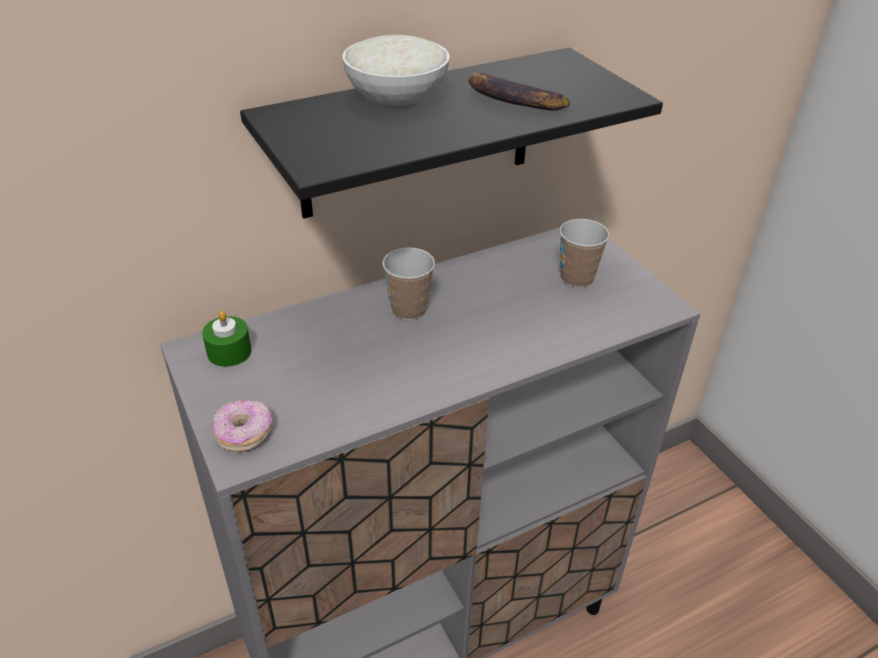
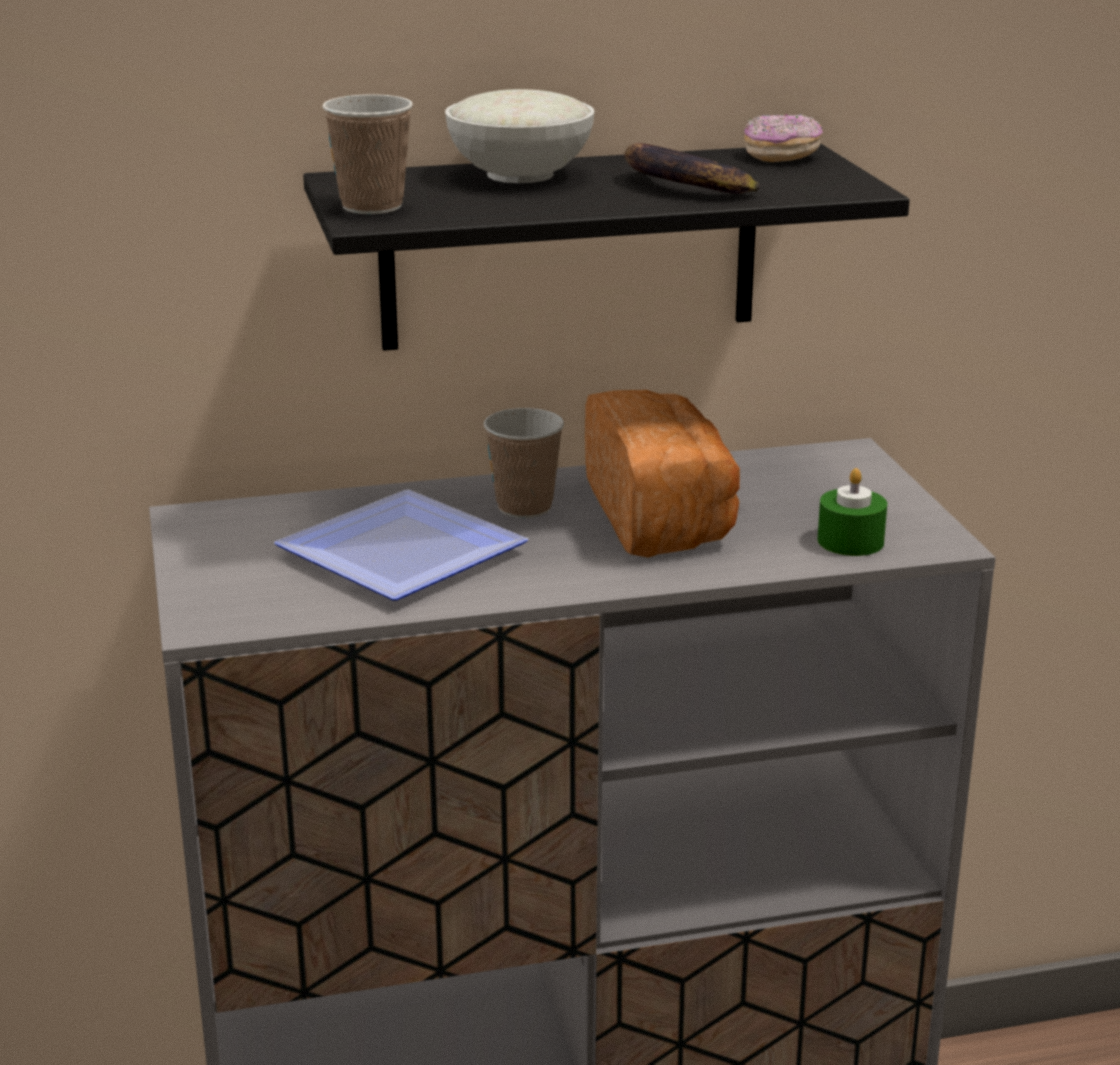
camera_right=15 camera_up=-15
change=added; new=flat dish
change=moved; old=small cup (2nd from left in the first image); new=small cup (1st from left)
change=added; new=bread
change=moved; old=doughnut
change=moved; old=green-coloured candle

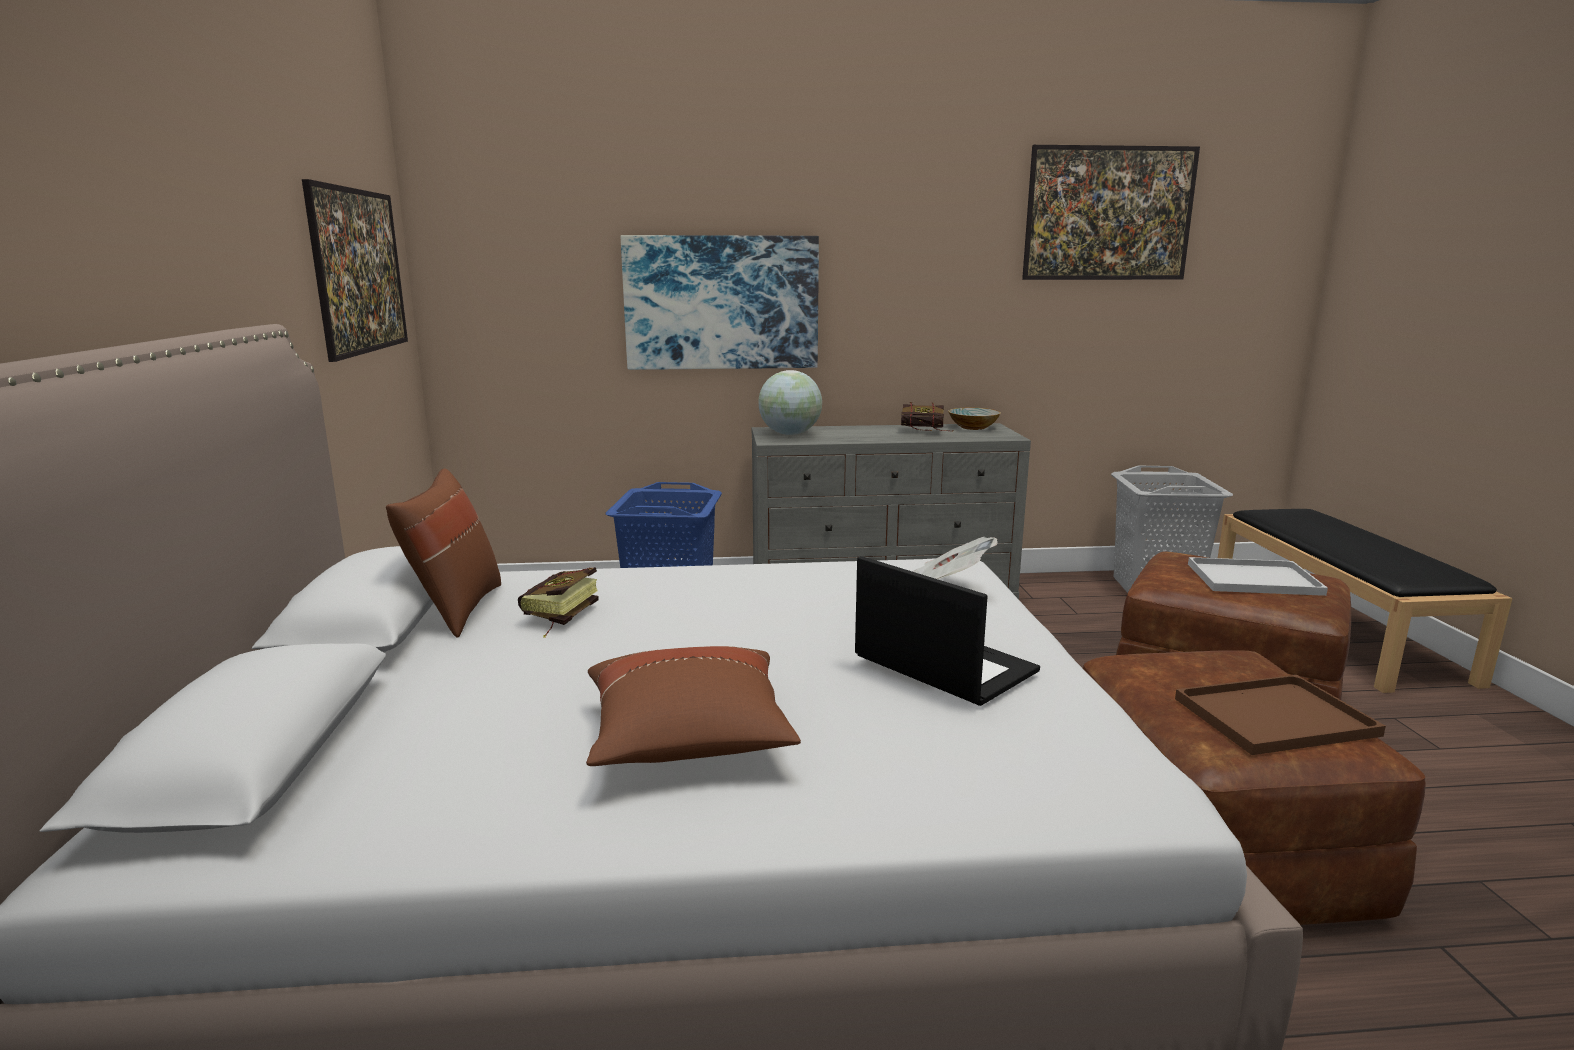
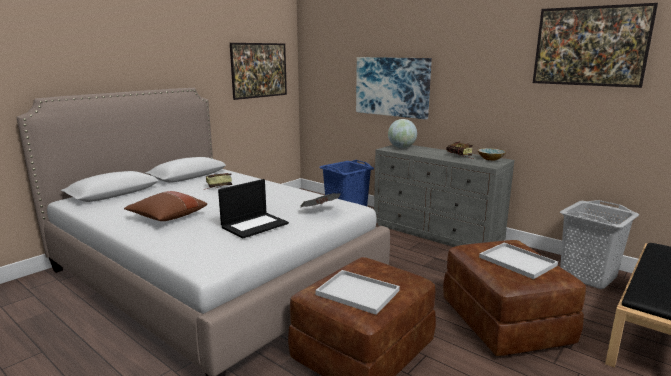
camera_right=45 camera_up=0
change=turned; old=portable computer; degrees=45
change=recoloured; old=brown-coloured serving tray; new=whitish serving tray (1st from left)
change=removed; old=brown-coloured pillow (1st from left)

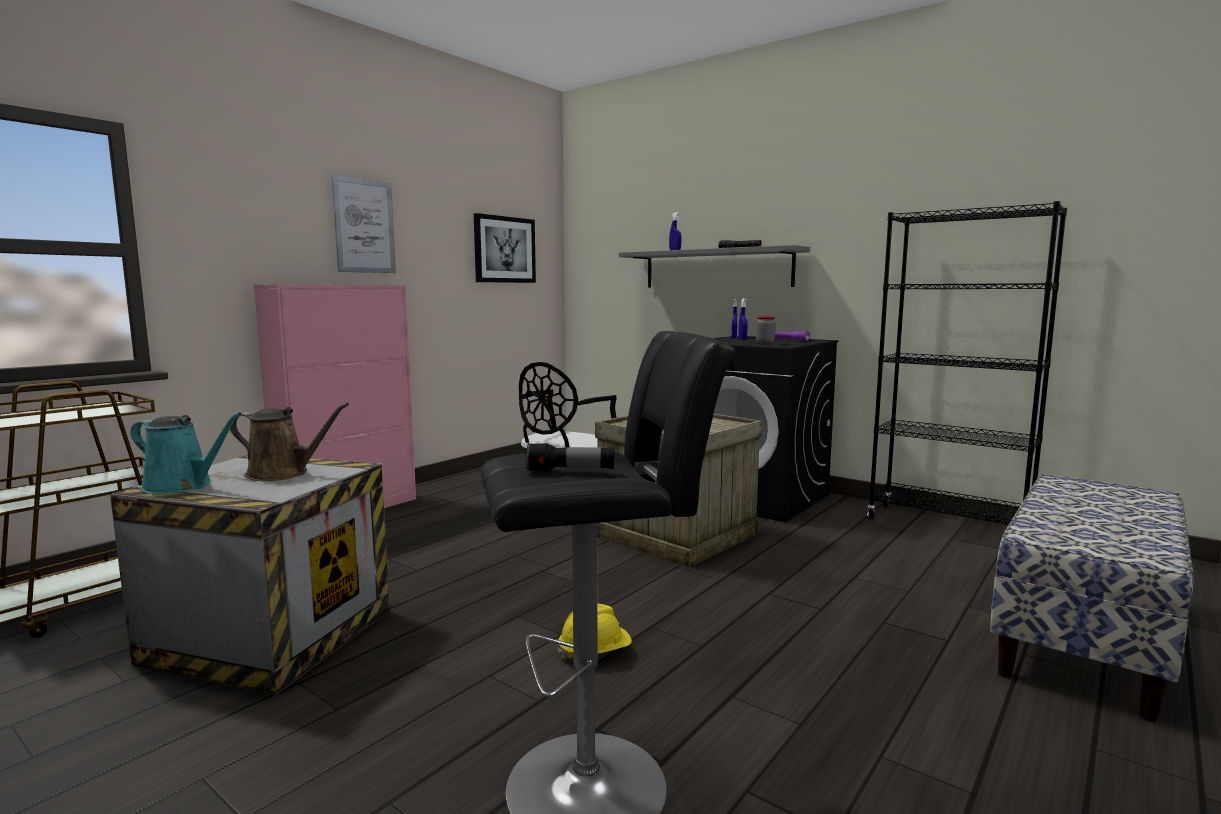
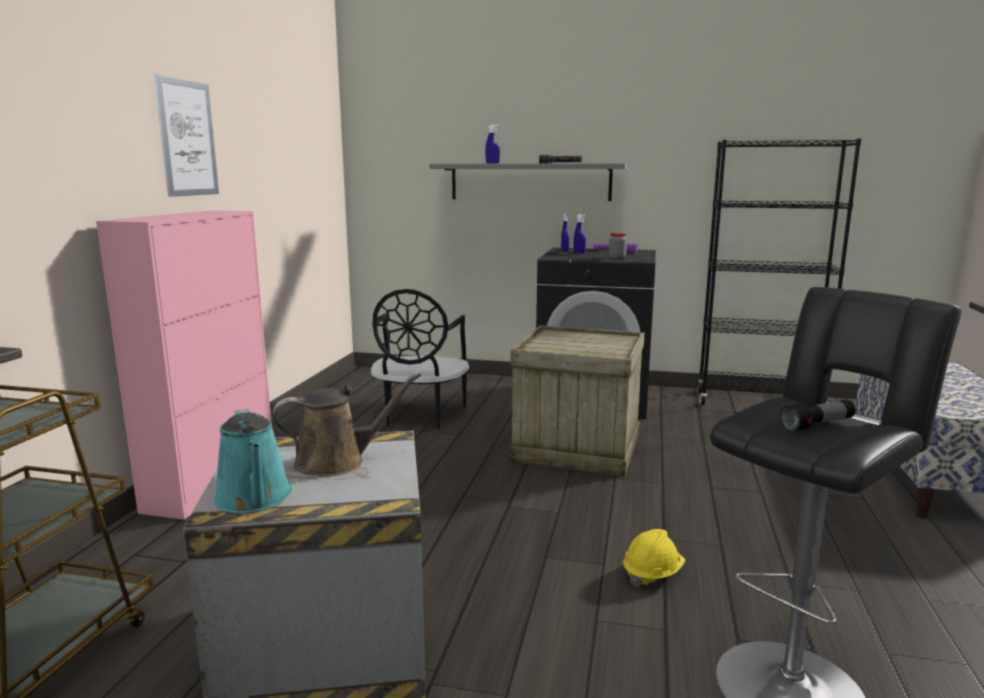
camera_right=-25 camera_up=5
change=turned; old=turquoise sprinkling can; degrees=75
change=removed; old=wall picture (2nd from left)

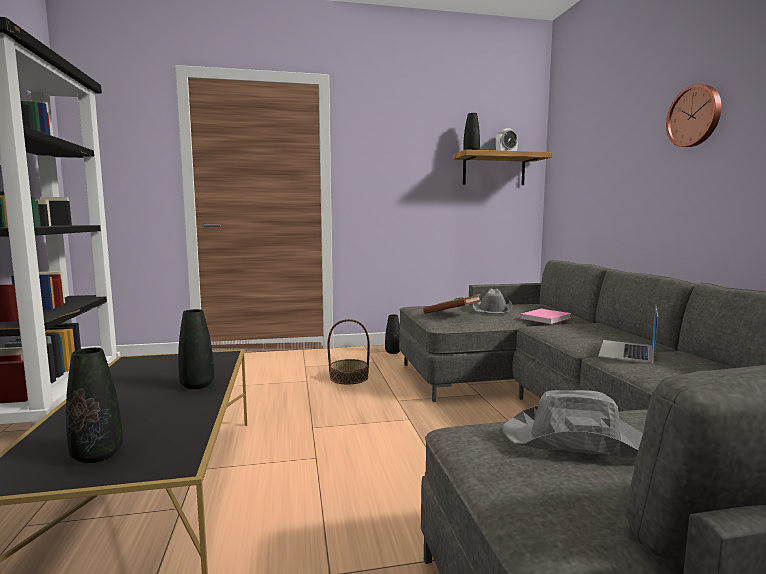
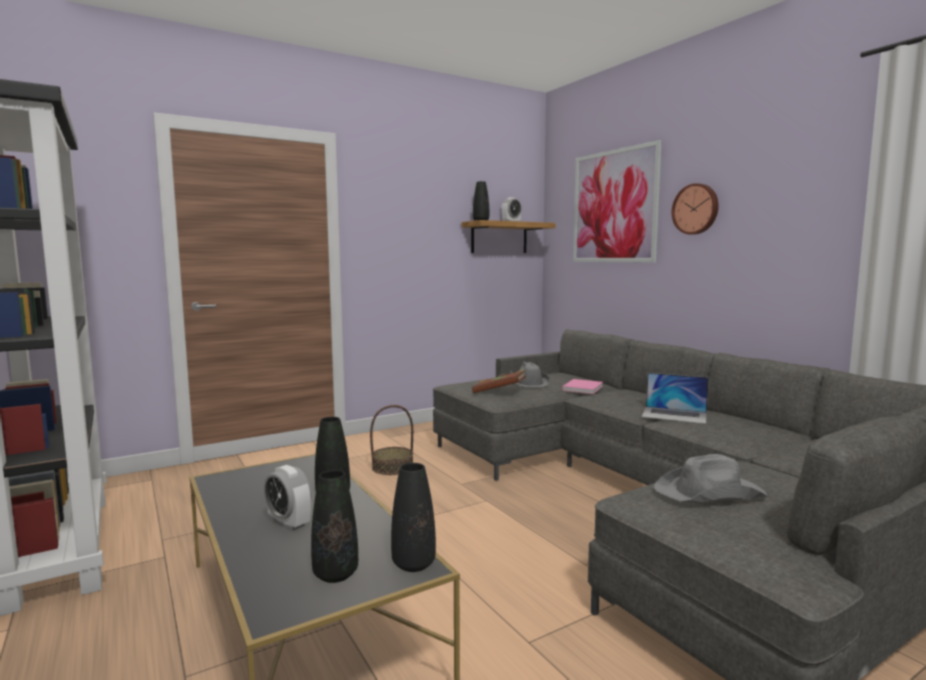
camera_right=-20 camera_up=0
change=added; new=bedside clock (1st from left)
change=moved; old=black vase (3rd from left)
change=added; new=wall picture
change=turned; old=portable computer; degrees=-75

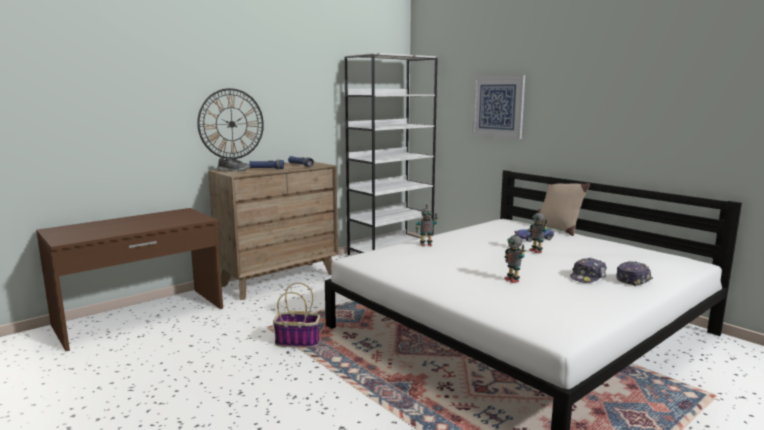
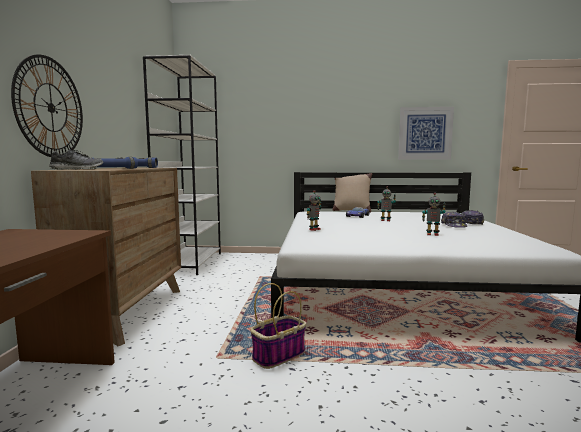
camera_right=-45 camera_up=-5
change=moved; old=wall picture

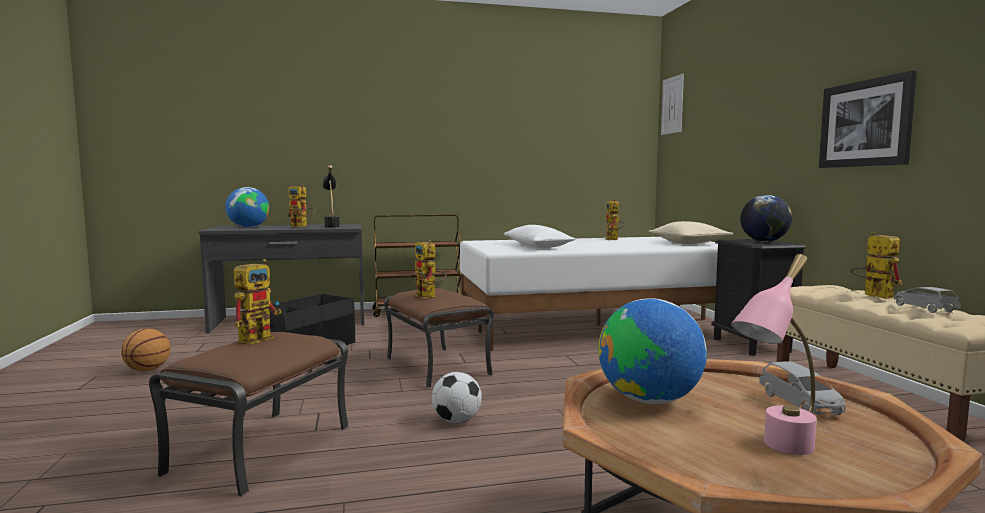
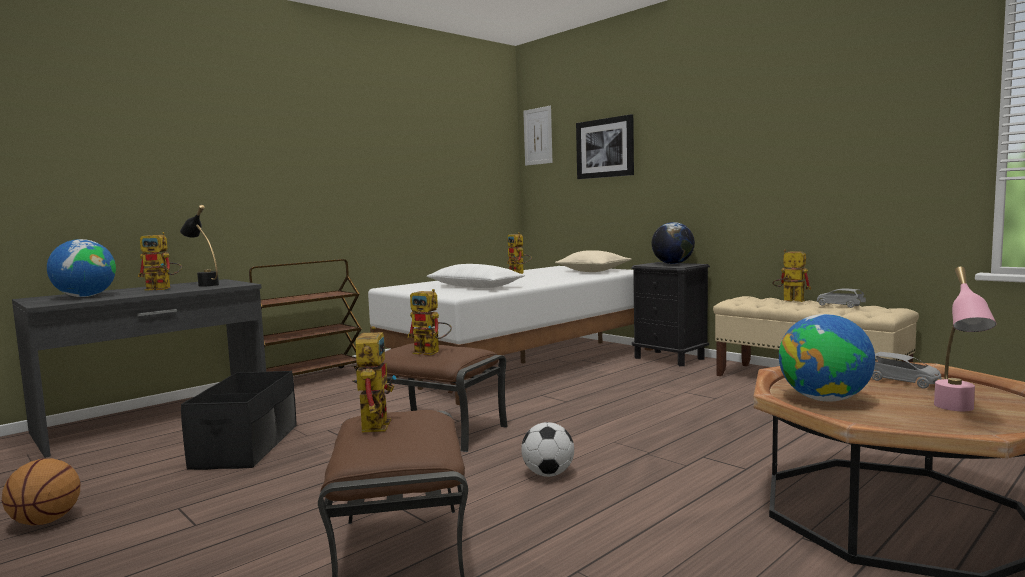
camera_right=-30 camera_up=0
change=moved; old=wall picture (2nd from left)

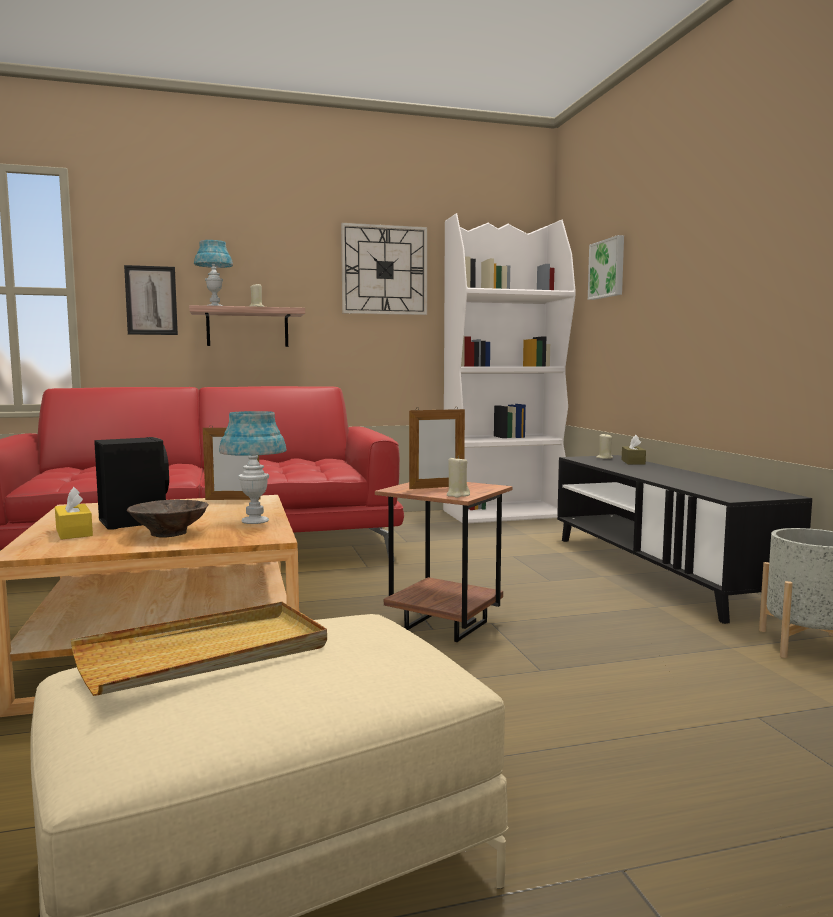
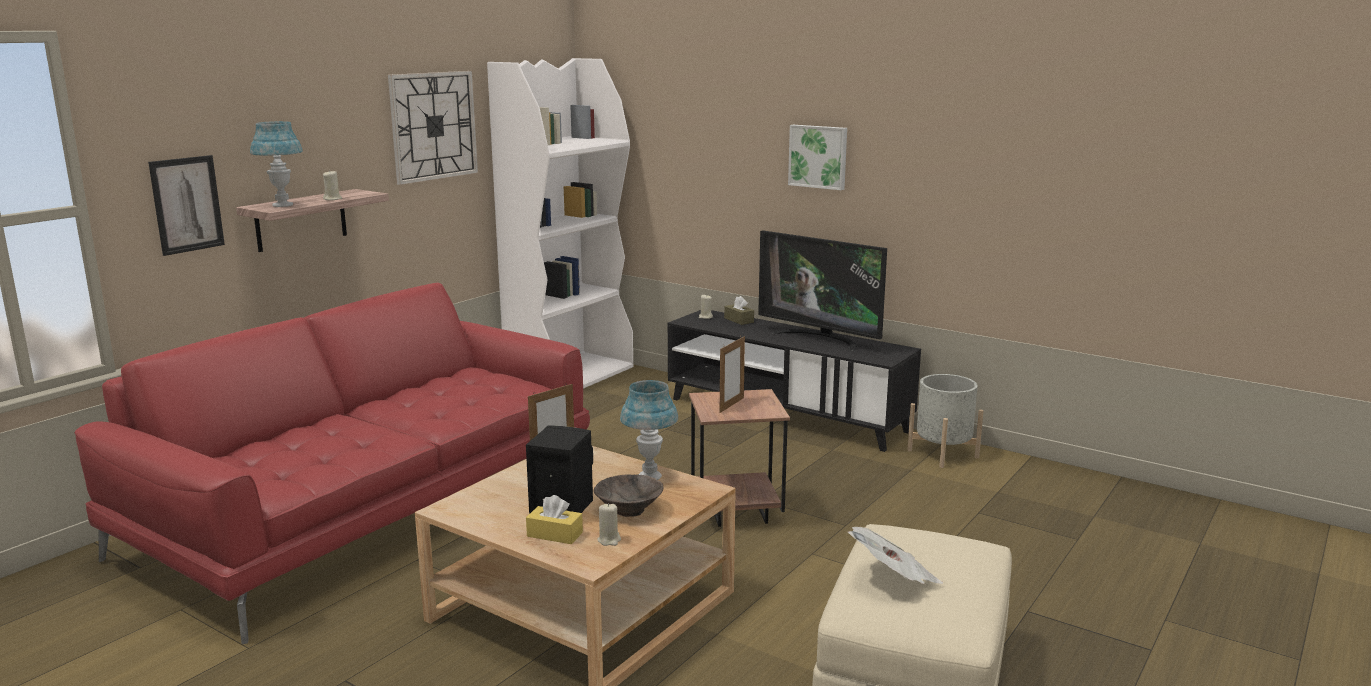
camera_right=-40 camera_up=10
change=moved; old=beige-coloured candle (2nd from left)
change=added; new=television
change=moved; old=wall picture (2nd from left)
change=replaced; old=beige-coloured serving tray; new=printed paper

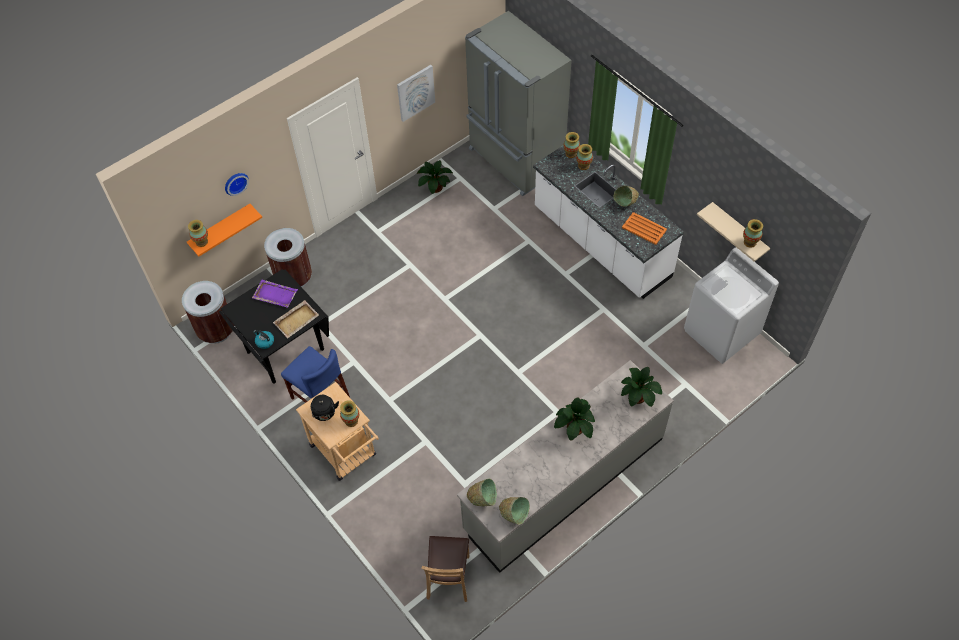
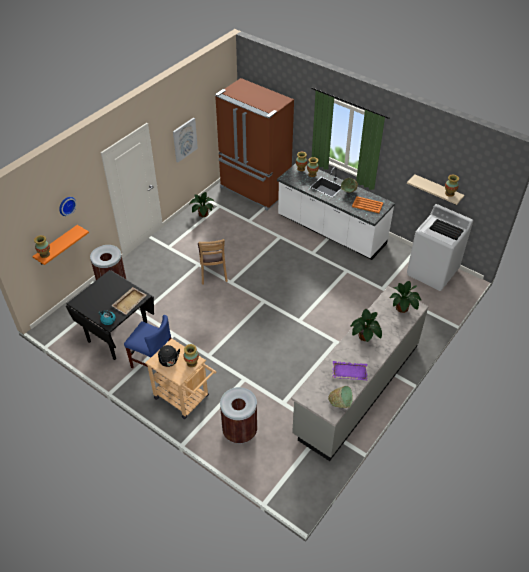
camera_right=-15 camera_up=-10
change=moved; old=brown-coloured upright chair
change=recoloured; old=greyish refrigerator; new=brown-coloured refrigerator
change=moved; old=brown-coloured waste bin (1st from left in the first image); new=brown-coloured waste bin (2nd from left)
change=moved; old=purple-coloured serving tray
change=added; new=black serving tray
change=removed; old=green-coloured serving bowl (1st from left)

